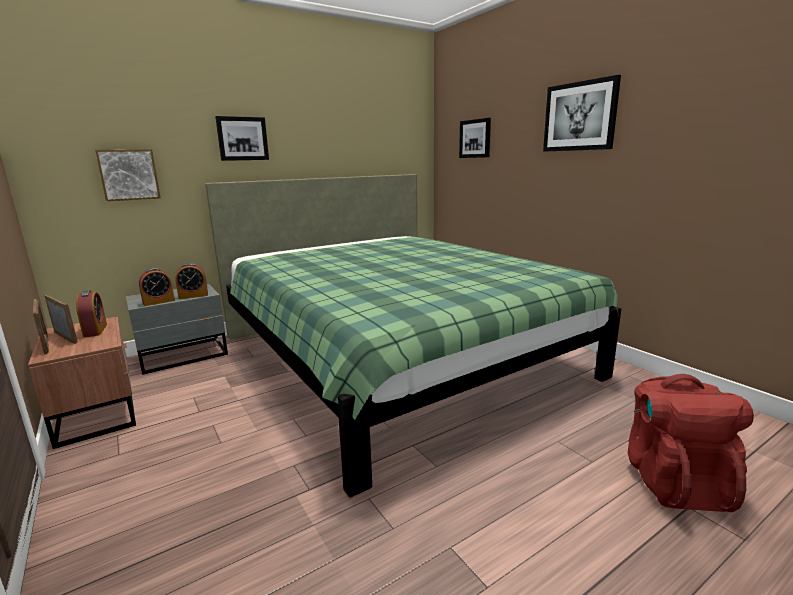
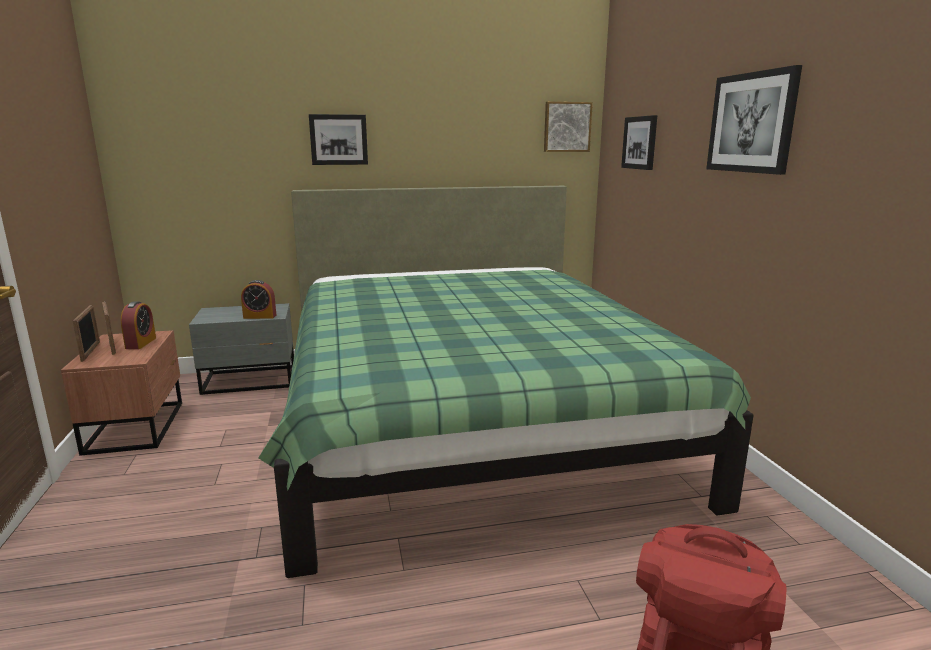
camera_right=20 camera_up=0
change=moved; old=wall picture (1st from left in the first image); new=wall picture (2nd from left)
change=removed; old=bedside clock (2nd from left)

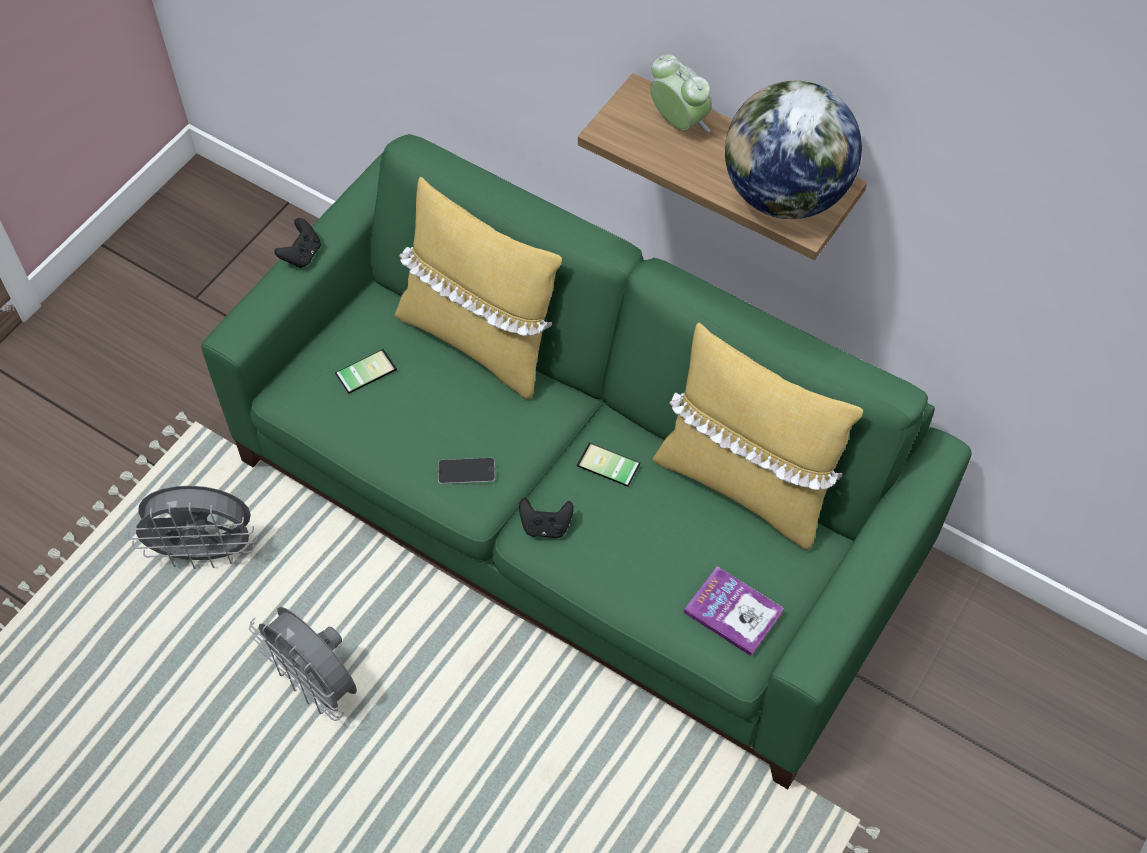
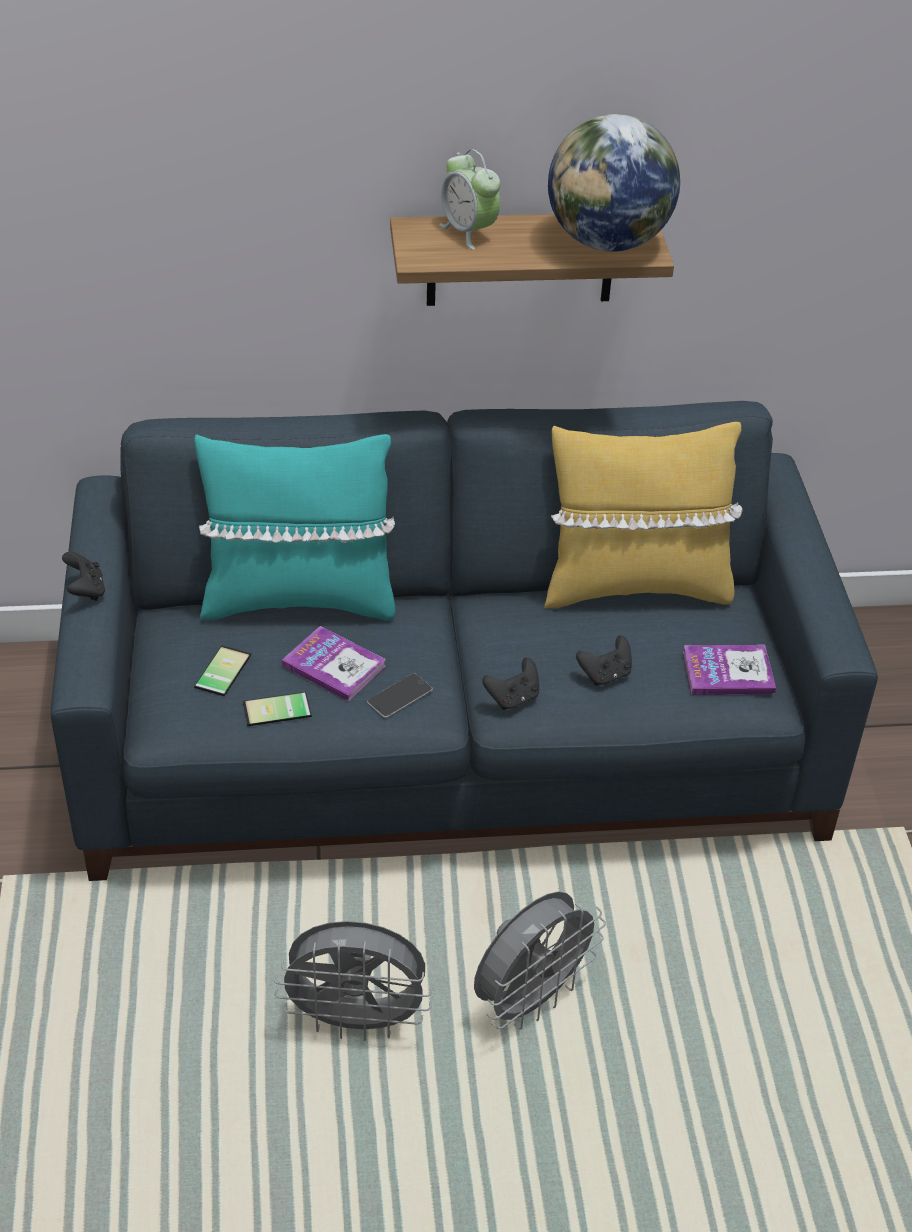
camera_right=-40 camera_up=-15
change=recoloured; old=green-coloured settee; new=bluish settee
change=recoloured; old=yellowish pillow (1st from left); new=turquoise pillow
change=moved; old=handset (3rd from left in the first image); new=handset (2nd from left)
change=added; new=bound book (1st from left)
change=turned; old=bedside clock; degrees=-135
change=moved; old=greyish electric fan (1st from left in the first image); new=greyish electric fan (2nd from left)
change=added; new=black game controller (3rd from left)

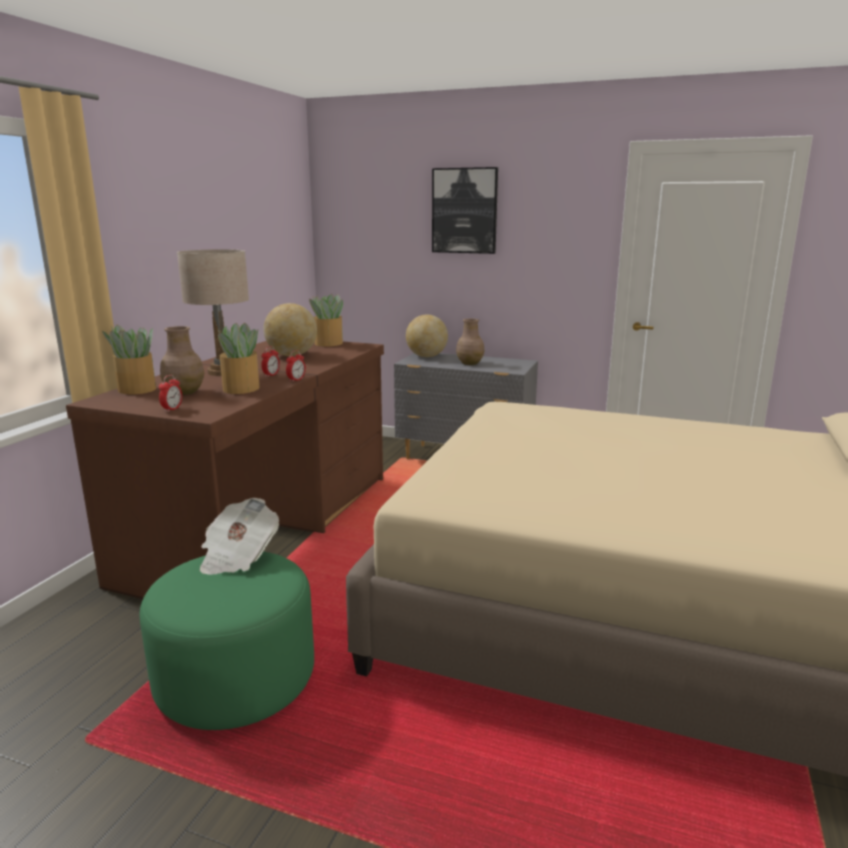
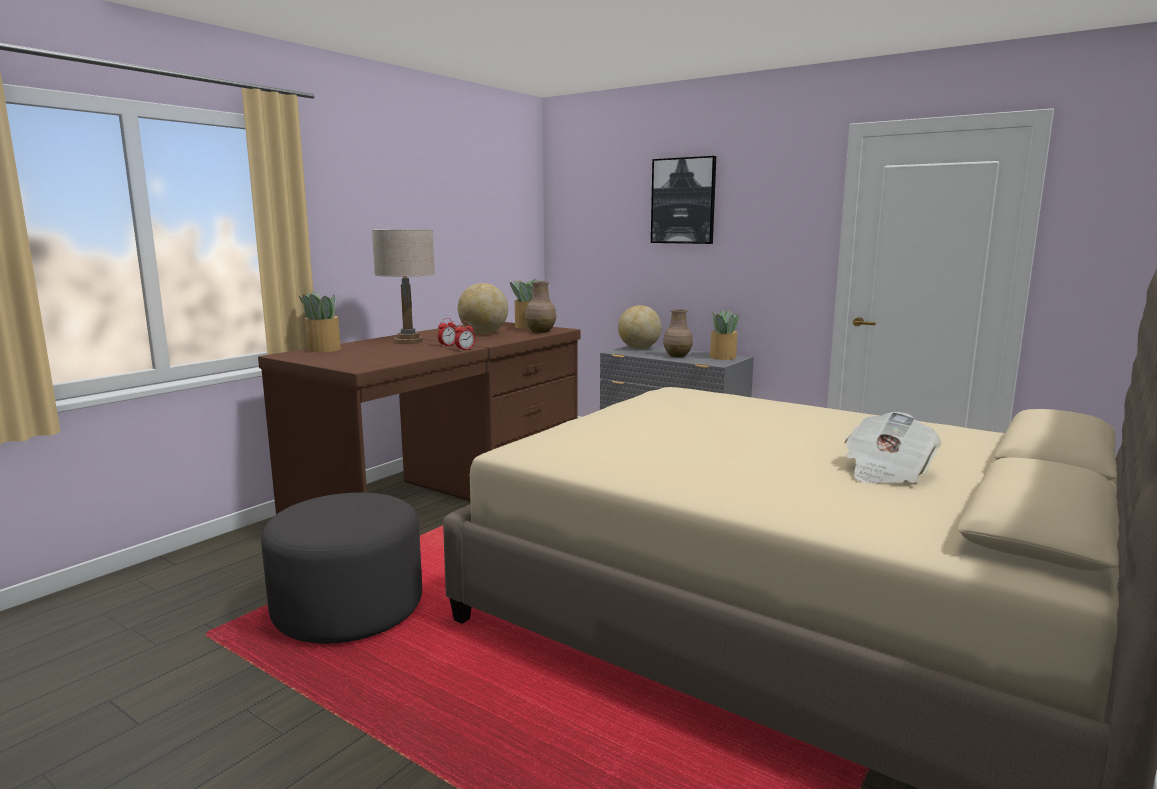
camera_right=15 camera_up=-5
change=recoloured; old=green-coloured pouffe; new=greyish pouffe
change=moved; old=brown-coloured vase (1st from left)
change=moved; old=houseplant (2nd from left in the first image); new=houseplant (3rd from left)
change=moved; old=printed paper
change=removed; old=bedside clock (1st from left)

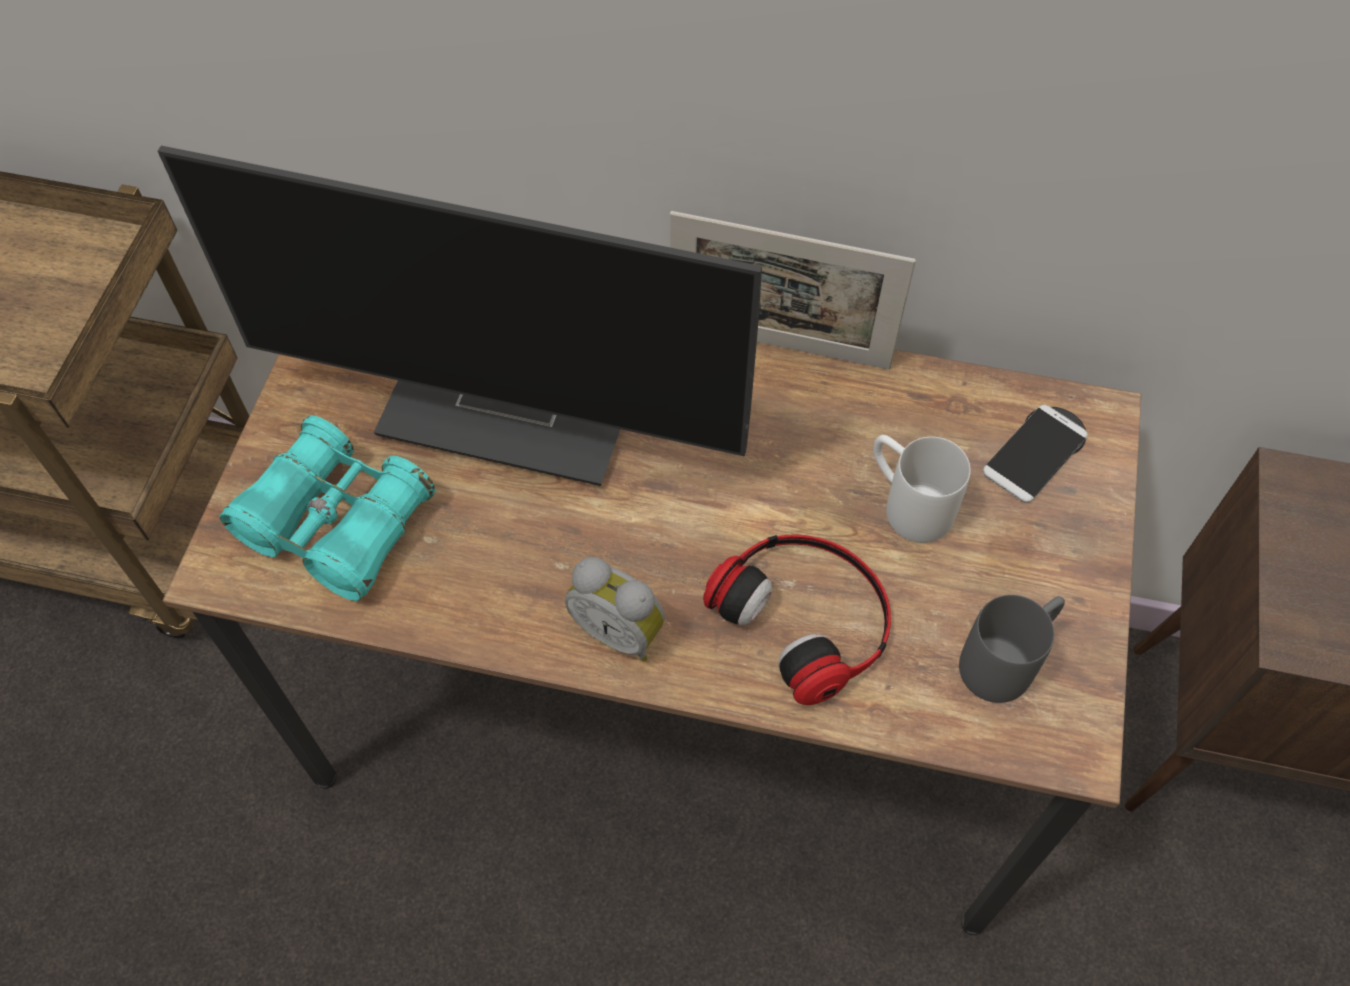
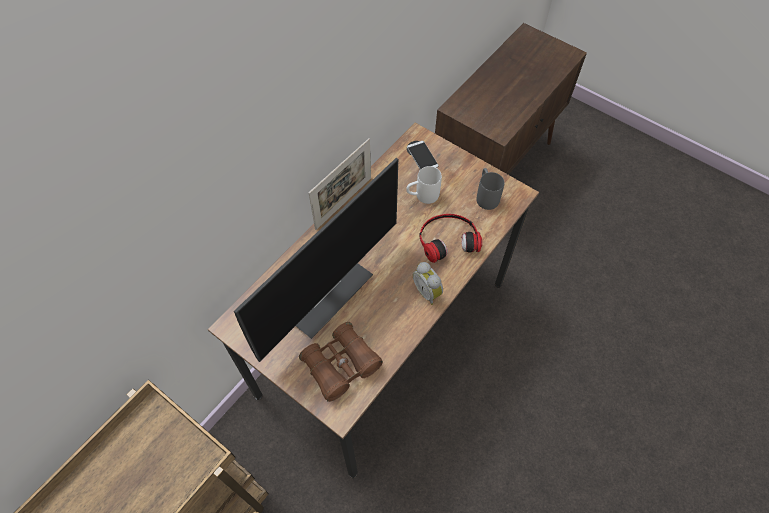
camera_right=-65 camera_up=0
change=recoloured; old=turquoise field glasses; new=brown-coloured field glasses
change=turned; old=bedside clock; degrees=90

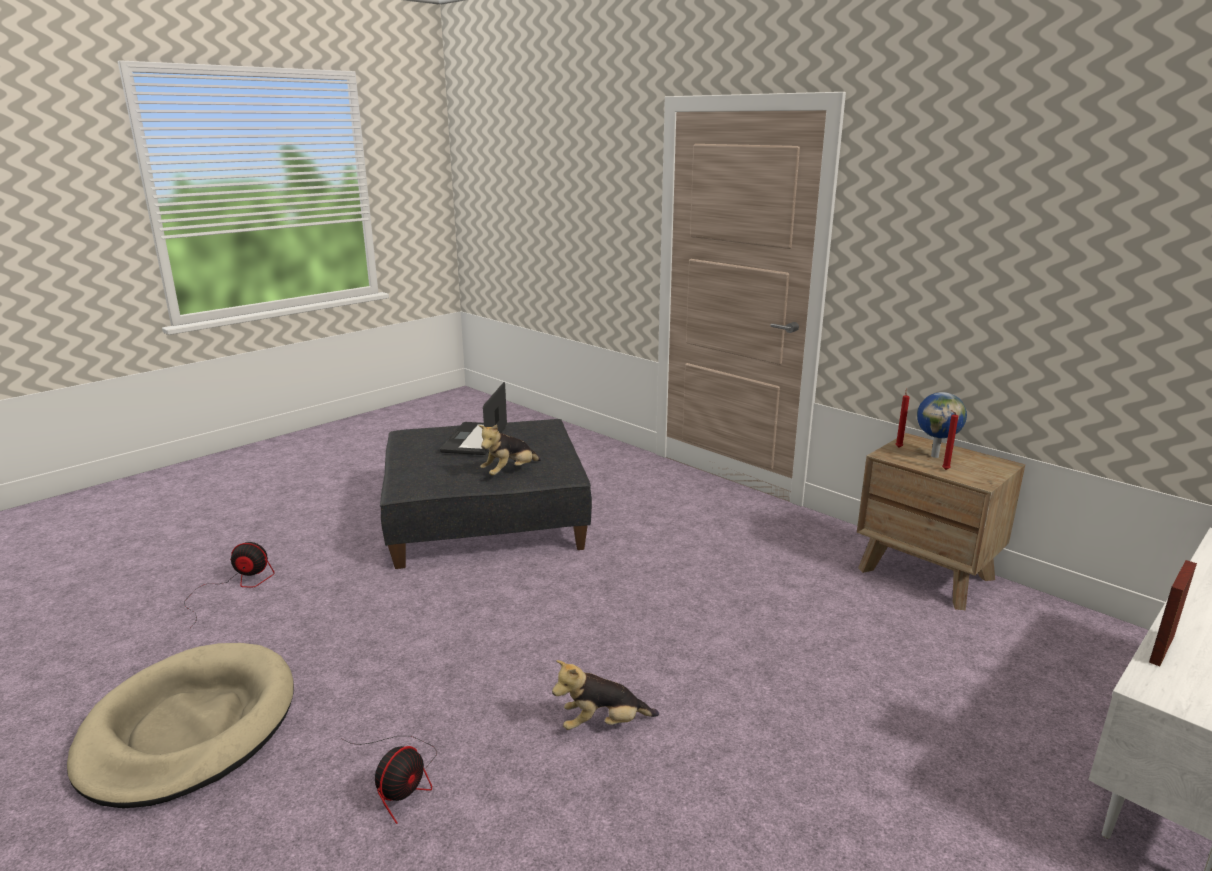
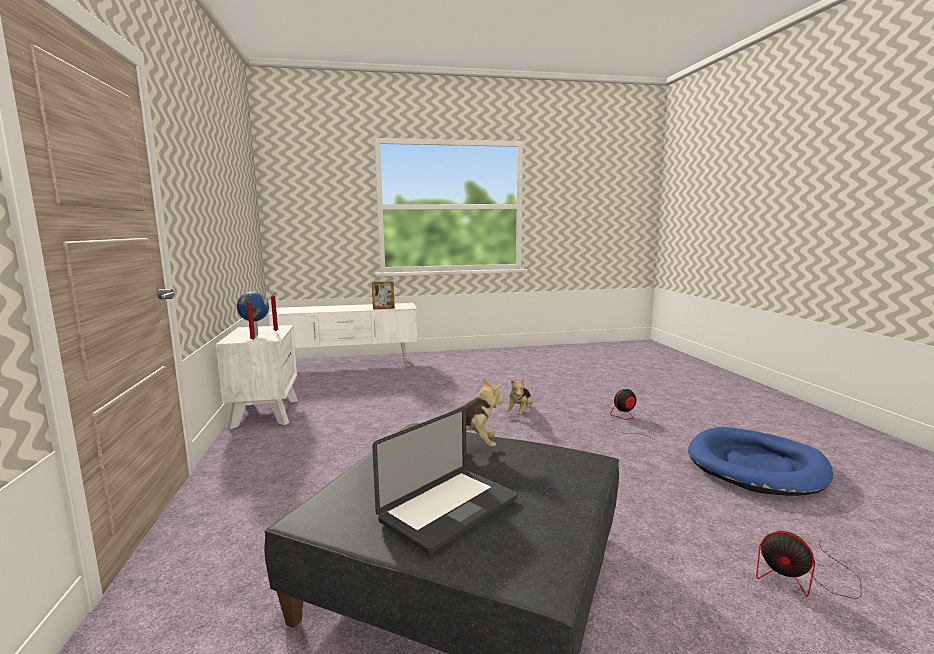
camera_right=-145 camera_up=-10
change=recoloured; old=brown-coloured nightstand; new=whitish nightstand
change=turned; old=cuddly toy (2nd from left); degrees=90
change=recoloured; old=beige-coloured dog cushion; new=bluish dog cushion

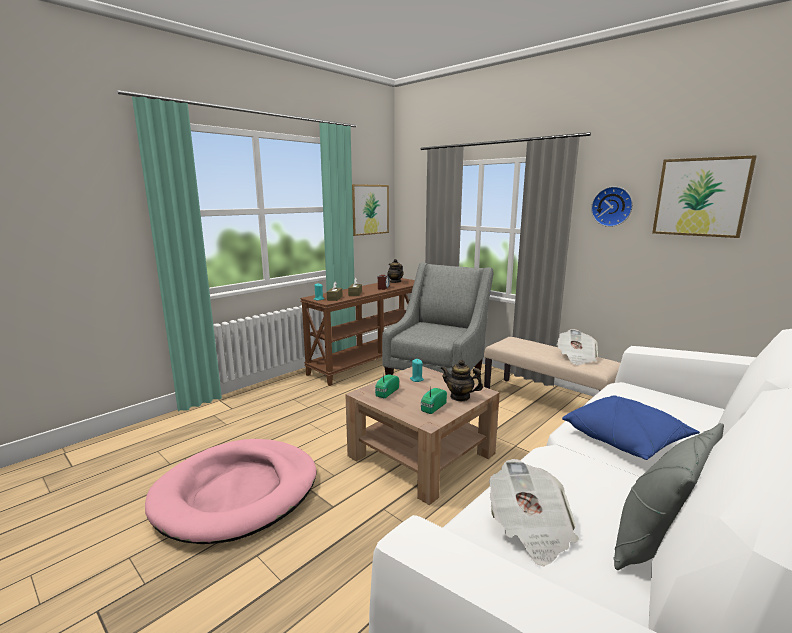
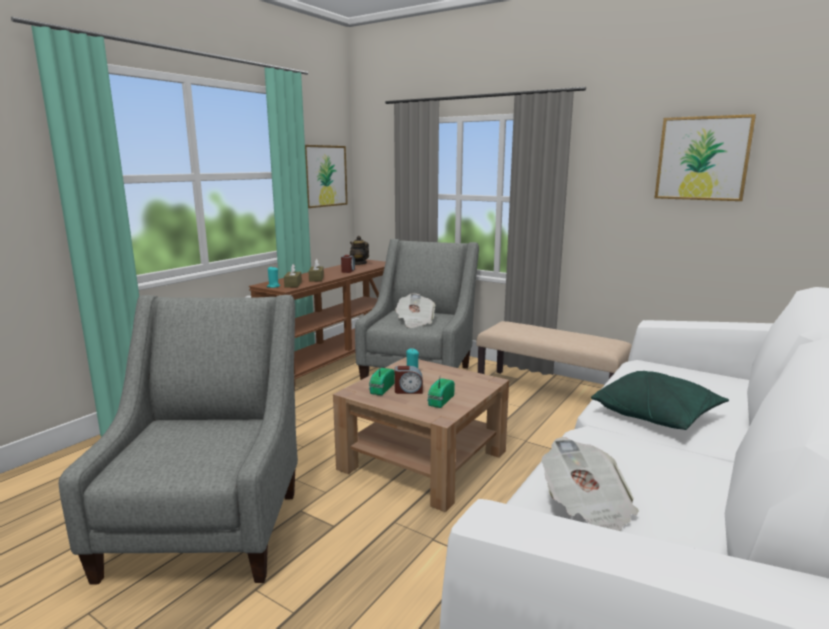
camera_right=-10 camera_up=0
change=replaced; old=pinkish dog cushion; new=greyish lounge chair (1st from left)
change=moved; old=printed paper (2nd from left in the first image); new=printed paper (1st from left)
change=added; new=bedside clock (2nd from left)
change=recoloured; old=bluish pillow; new=green-coloured pillow
change=removed; old=teapot (2nd from left)
change=removed; old=hanging clock
change=removed; old=greyish pillow

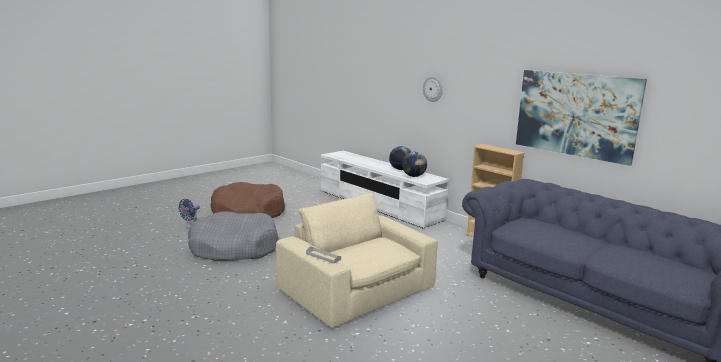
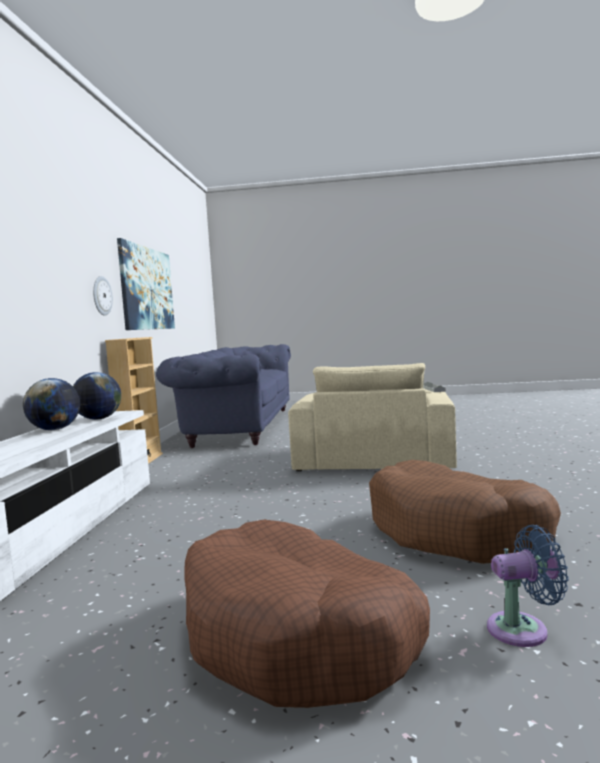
camera_right=-130 camera_up=-10
change=moved; old=hanging clock
change=recoloured; old=greyish dog cushion; new=brown-coloured dog cushion (2nd from left)

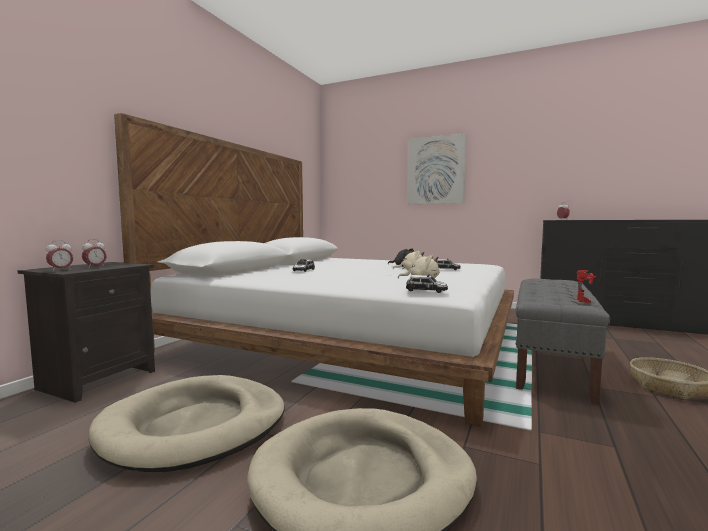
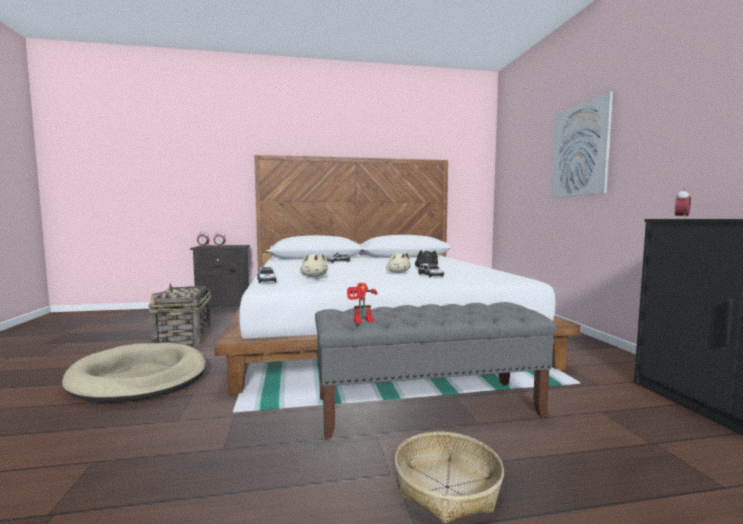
camera_right=55 camera_up=0
change=replaced; old=beige-coloured dog cushion (1st from left); new=household basket (1st from left)

